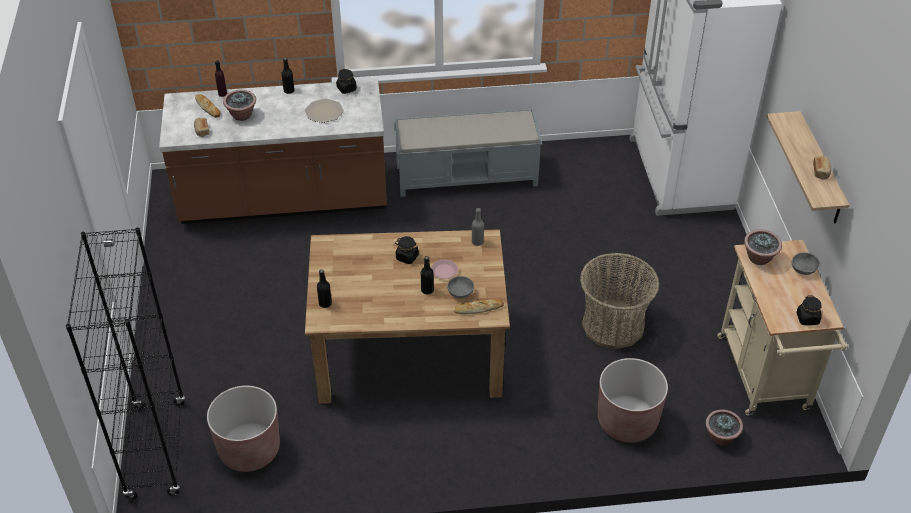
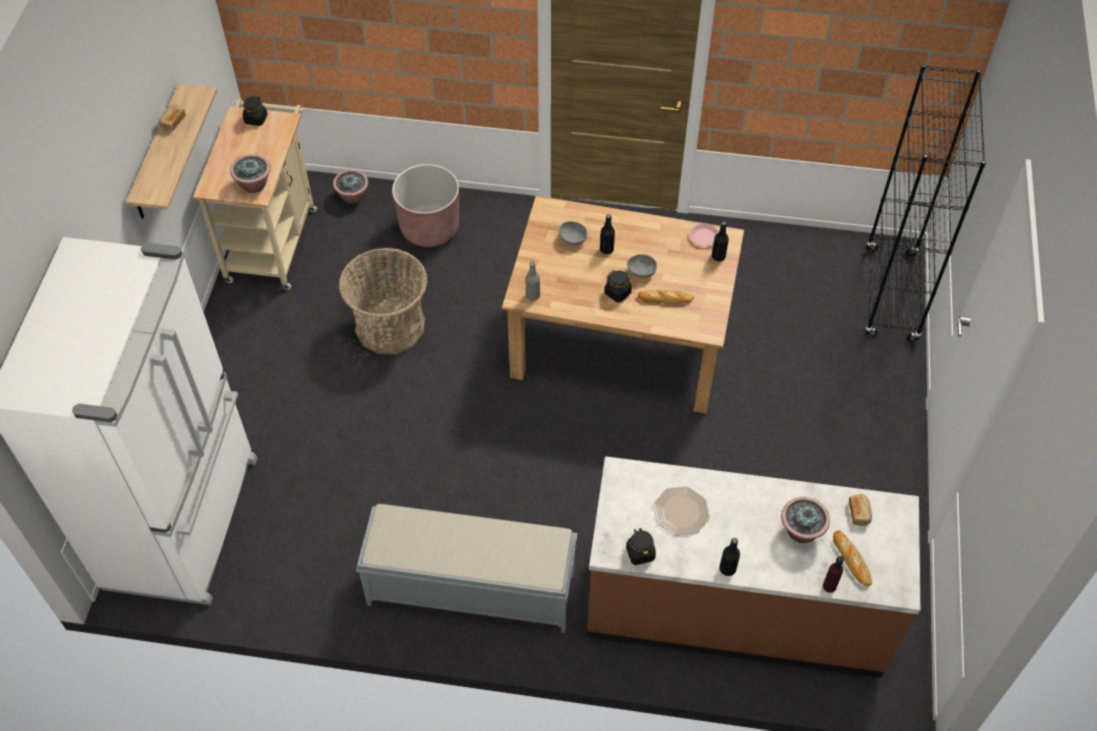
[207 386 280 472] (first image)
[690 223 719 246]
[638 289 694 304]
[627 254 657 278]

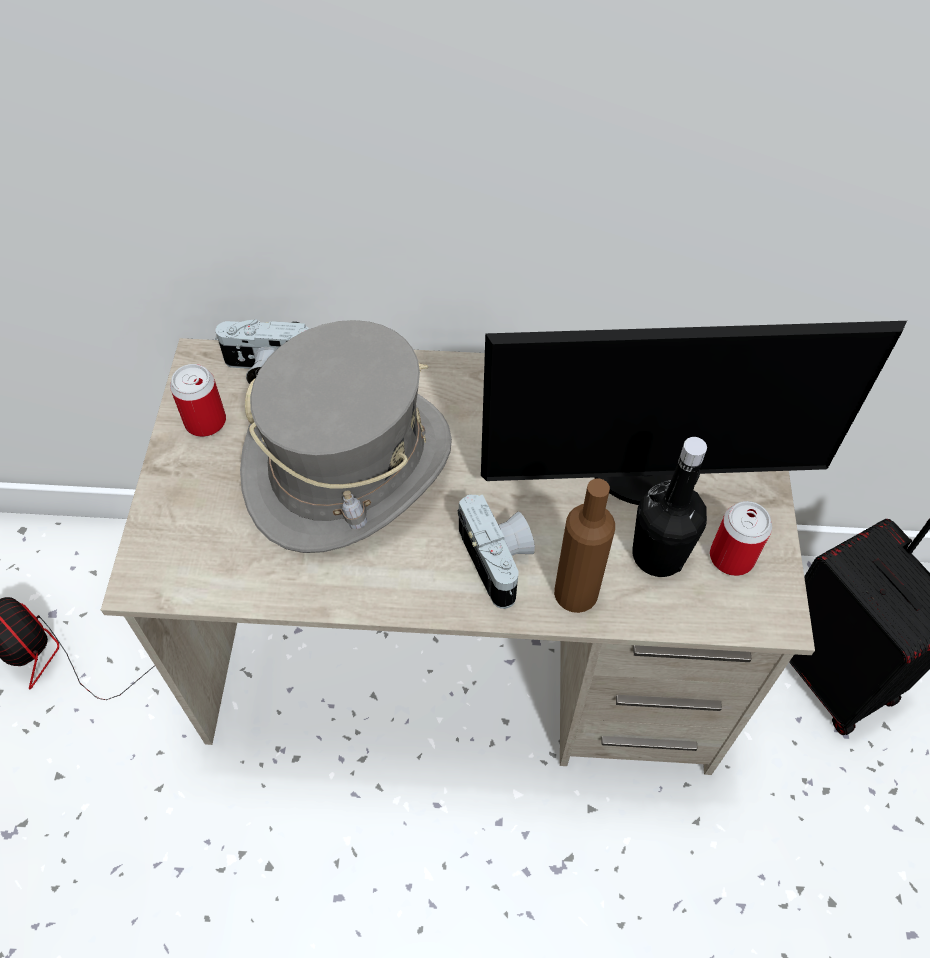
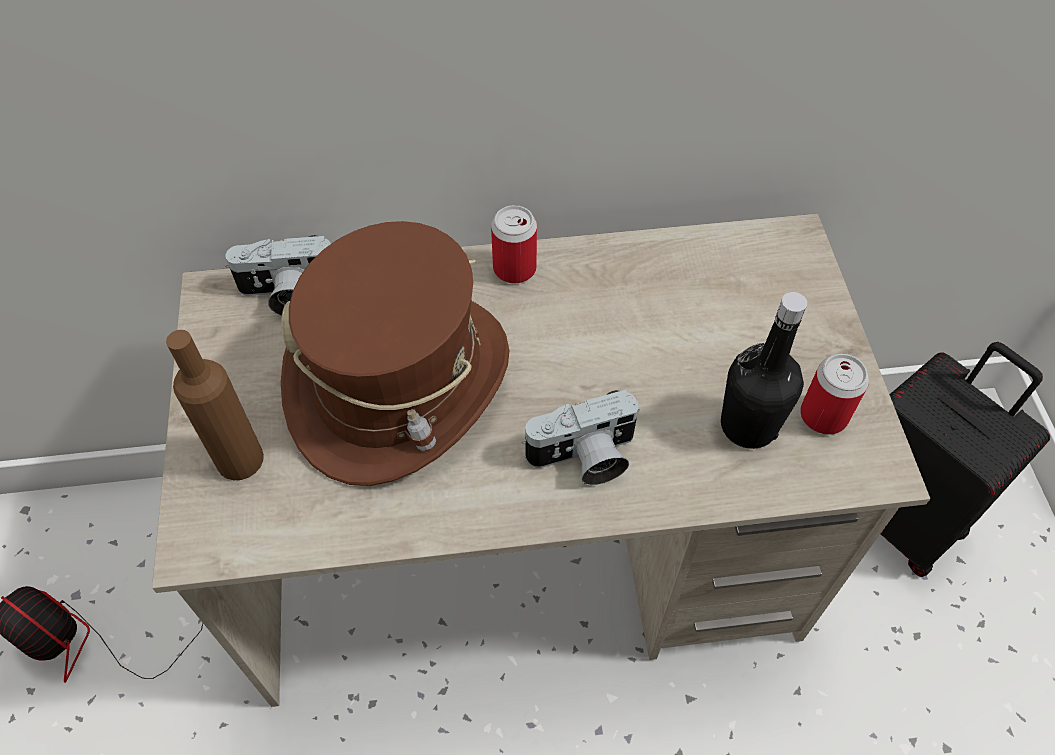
[491 205 537 283]
[281 221 509 486]
[521 389 640 485]
[481 321 907 505] (first image)
[166 330 264 480]

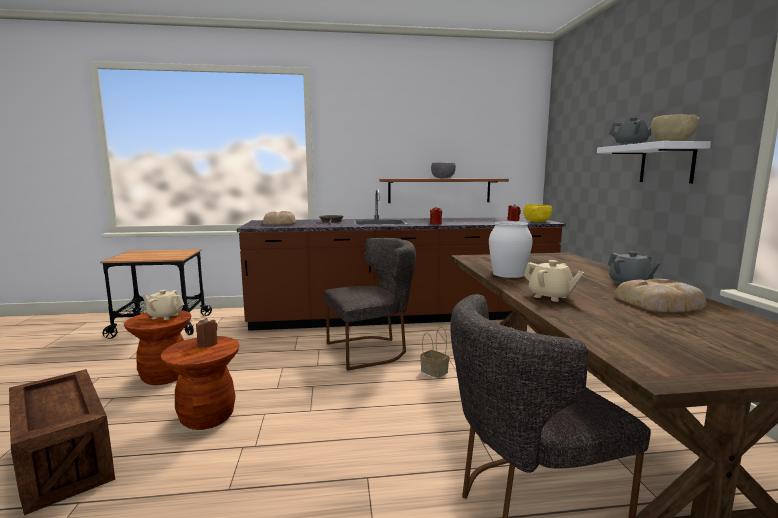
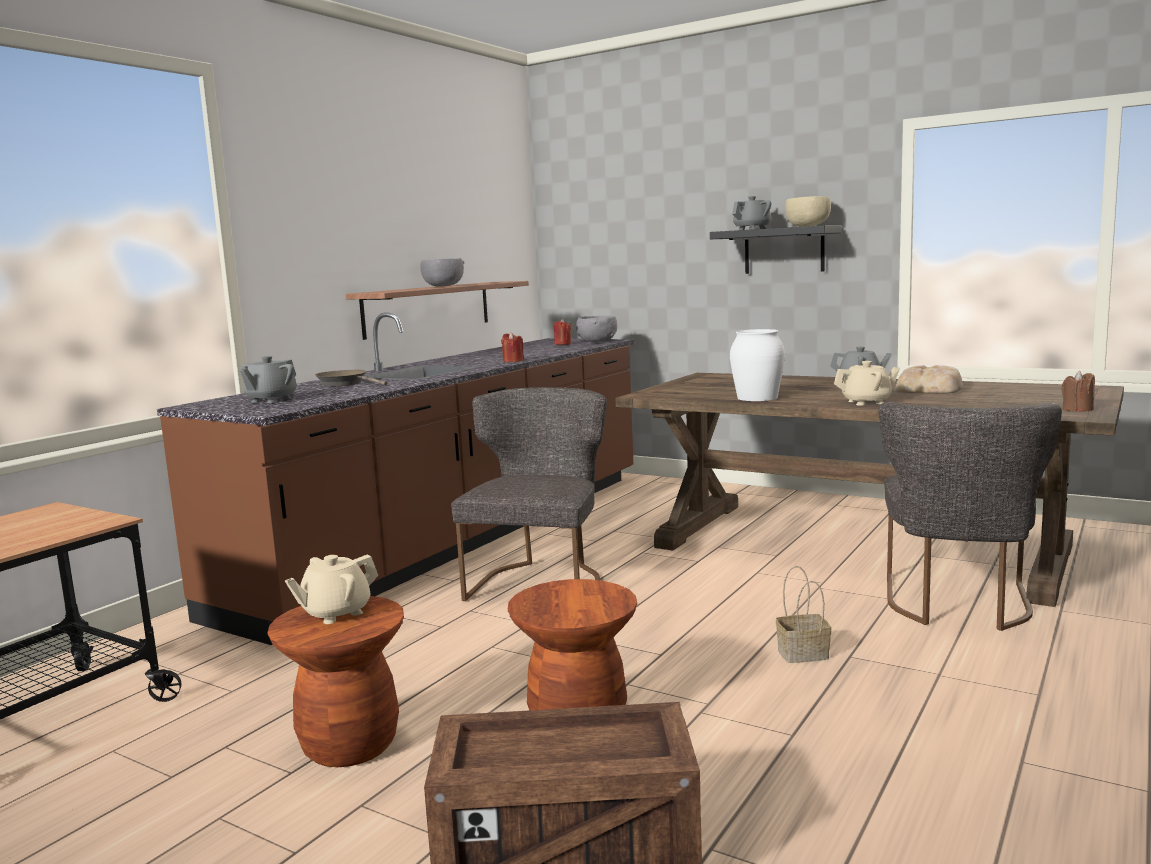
[1061 371 1095 412]
[240 356 297 403]
[776 566 831 663]
[576 316 617 342]
[710 225 841 274]

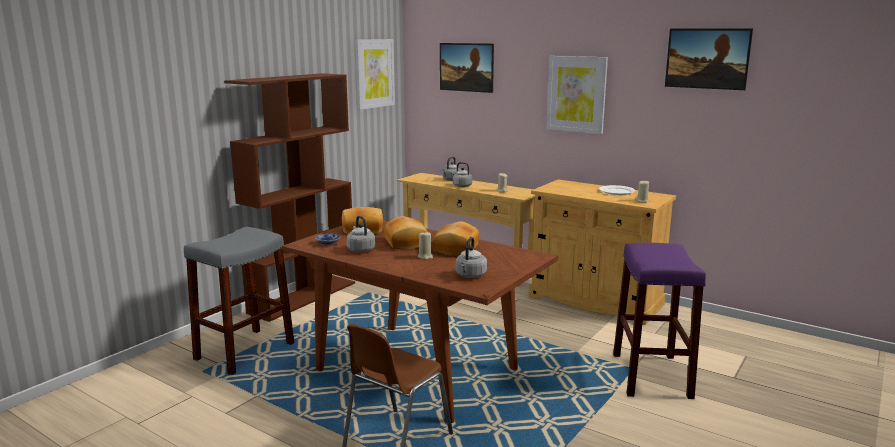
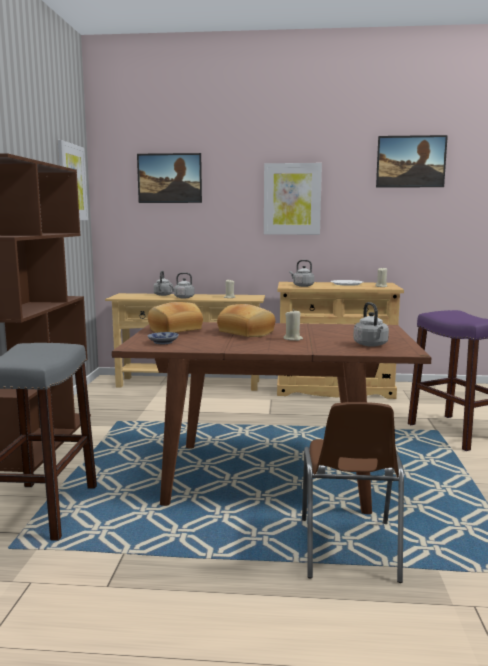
[289 260 314 287]
[432 222 480 256] (first image)

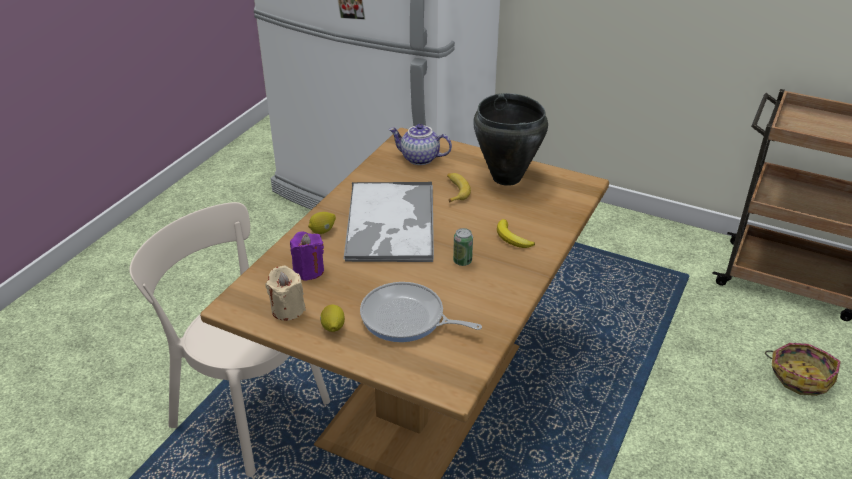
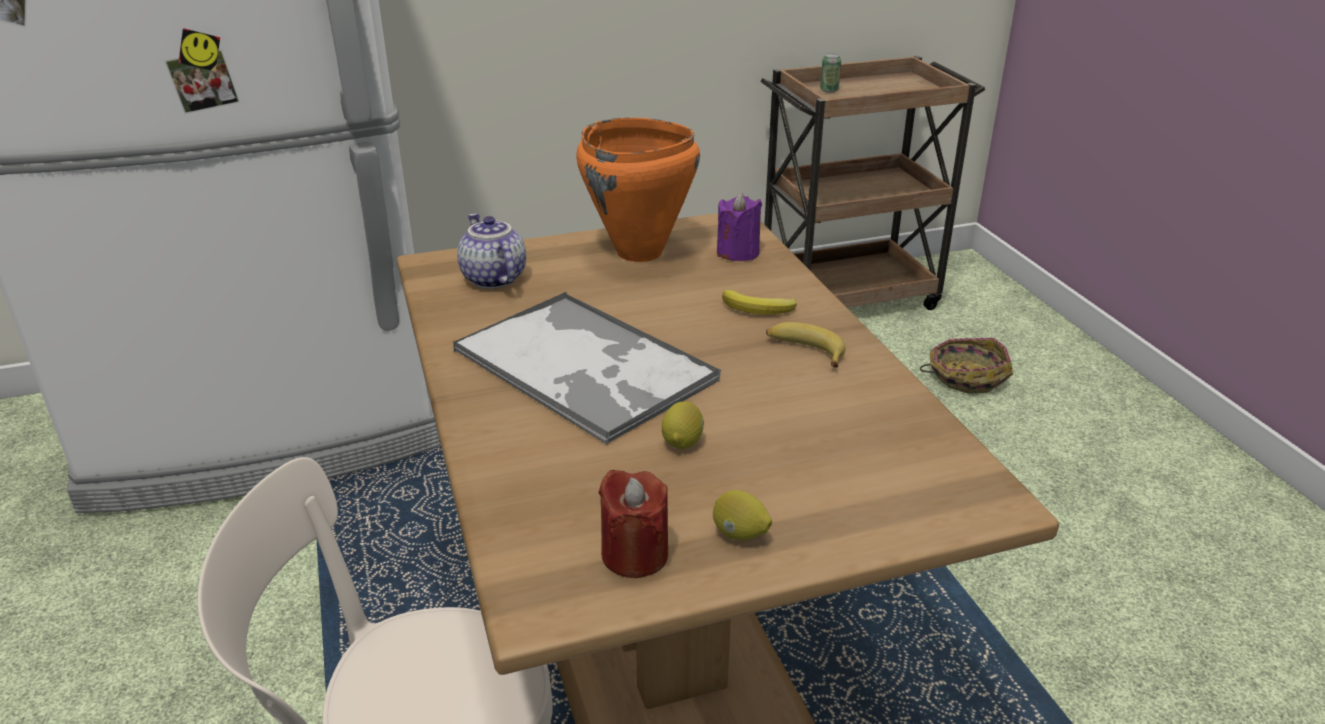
[598 470 668 578]
[717 193 762 261]
[662 401 704 449]
[360 282 482 342] (first image)
[457 213 526 289]
[766 322 846 368]
[820 53 841 93]
[576 118 700 262]

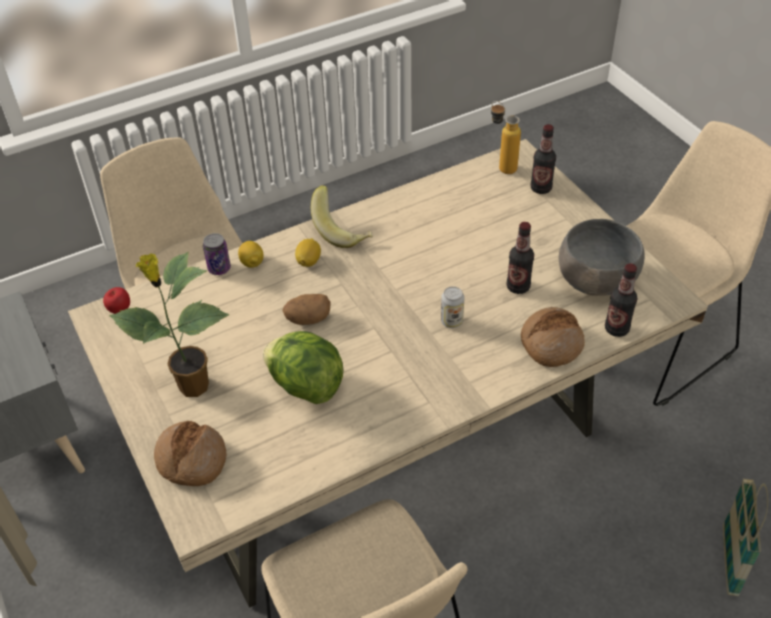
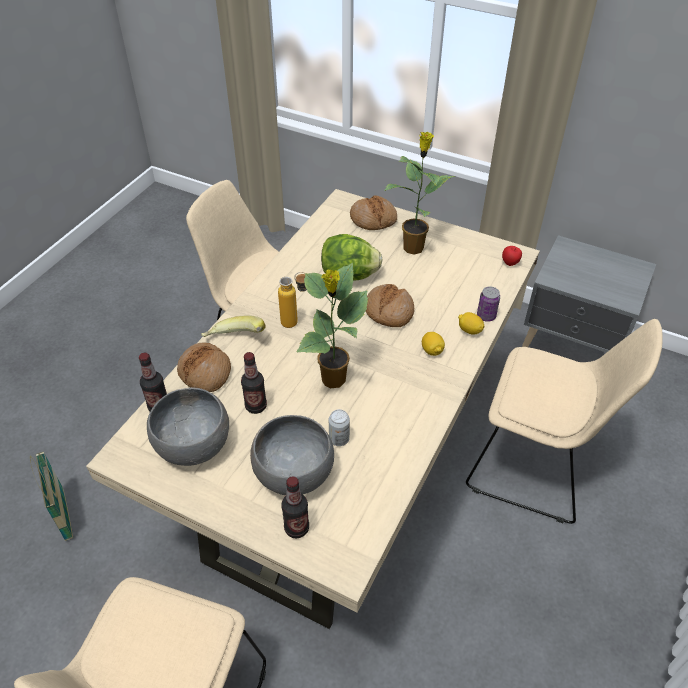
[366 284 414 327]
[201 315 266 337]
[329 409 350 446]
[278 272 307 328]
[250 415 334 495]
[296 263 368 388]

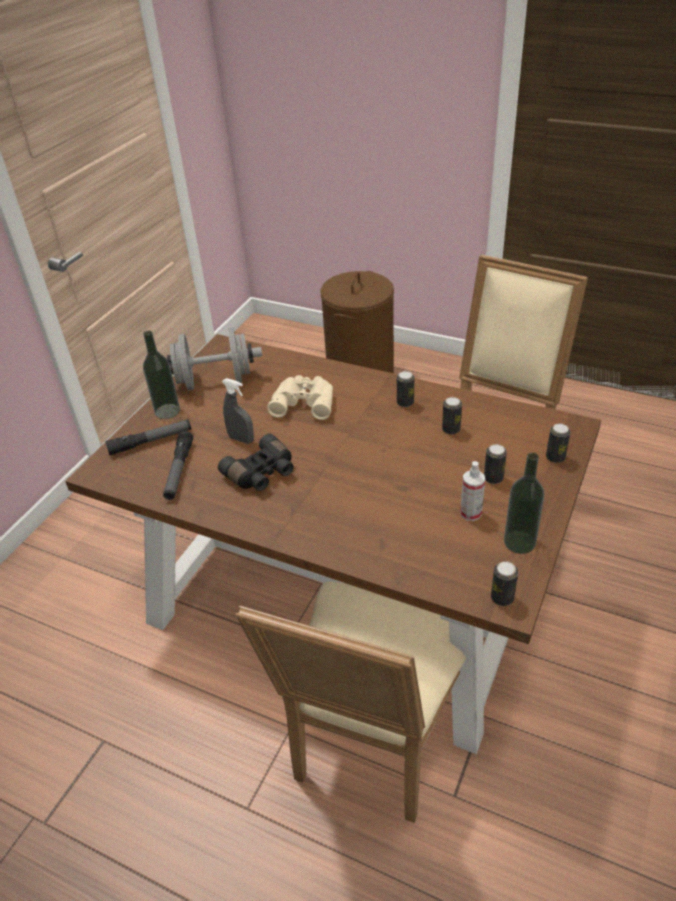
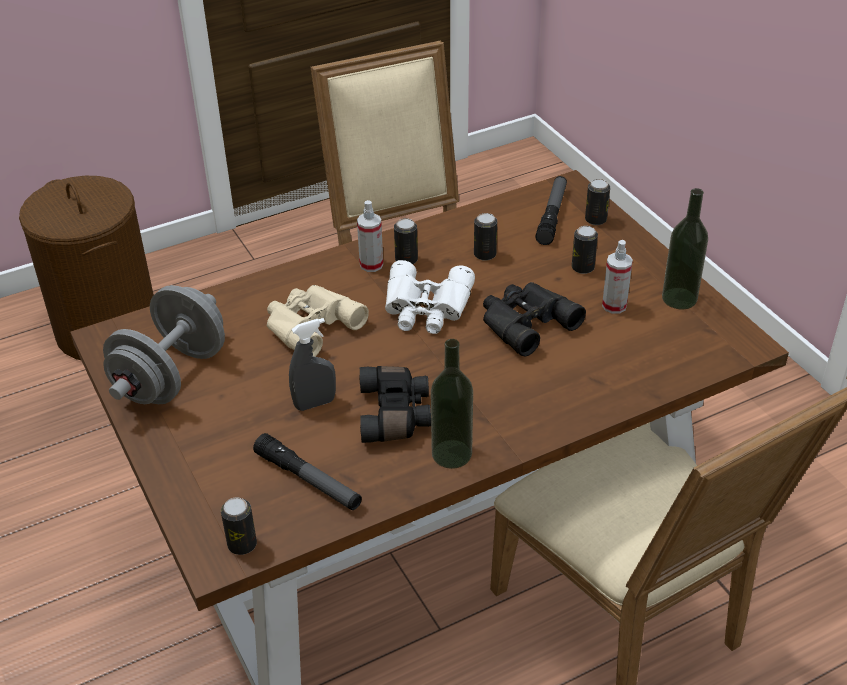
[535 176 567 245]
[431 339 473 469]
[221 497 257 555]
[357 200 383 272]
[385 260 475 334]
[483 282 586 357]

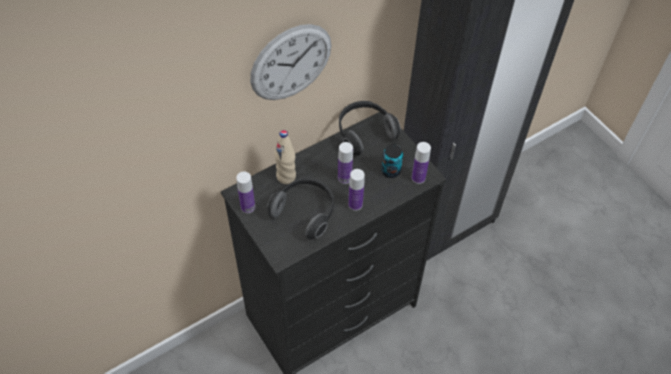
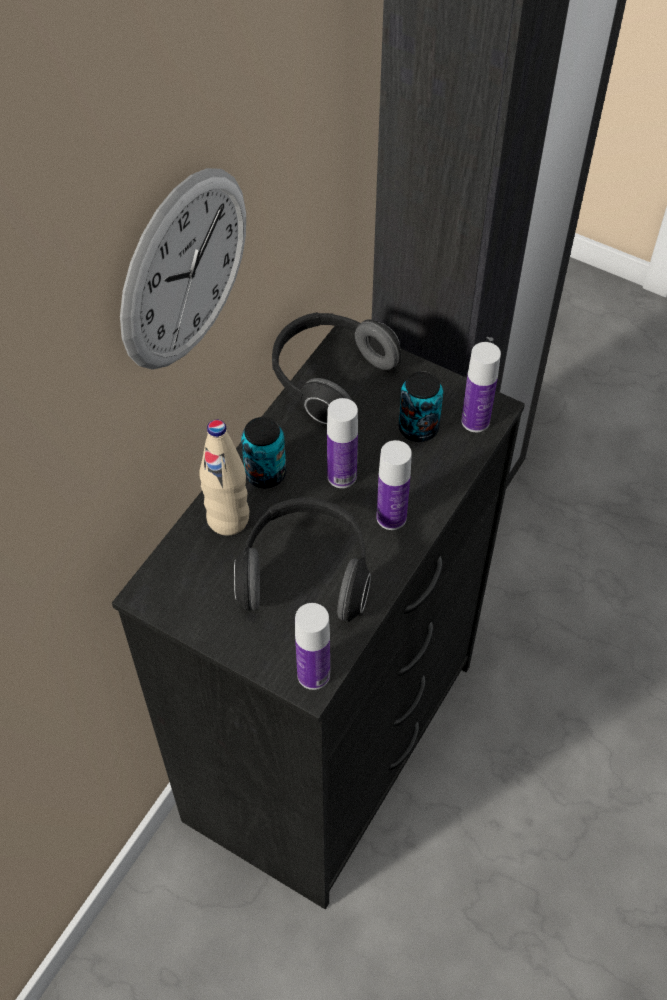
[295 603 330 690]
[241 417 286 488]

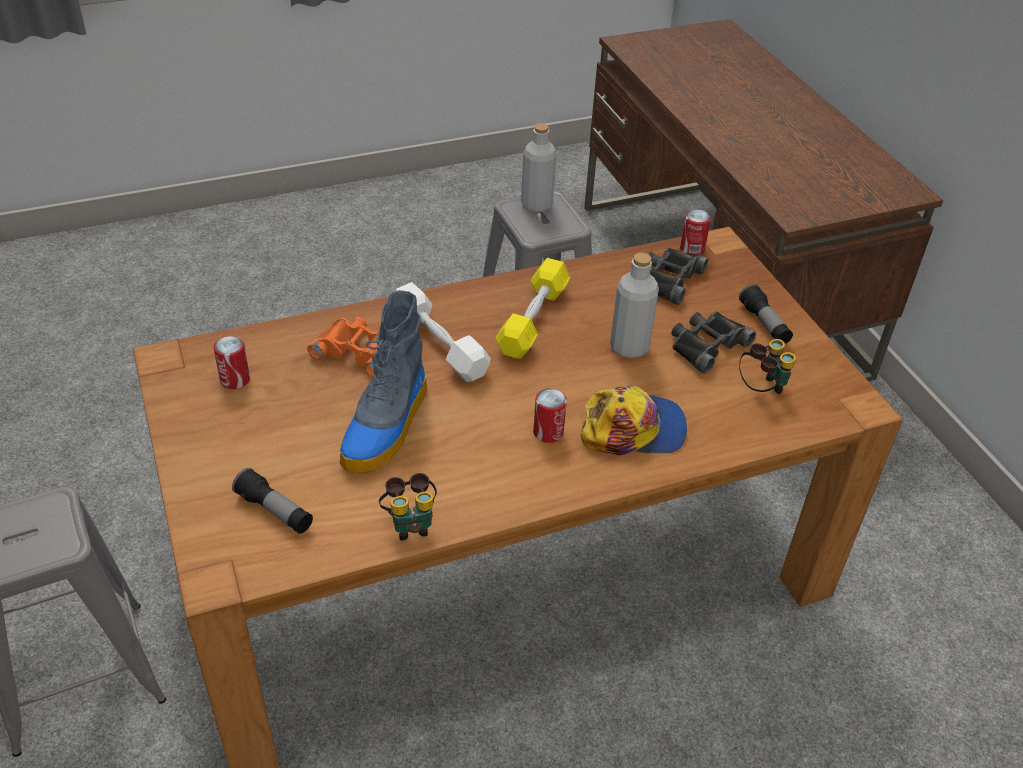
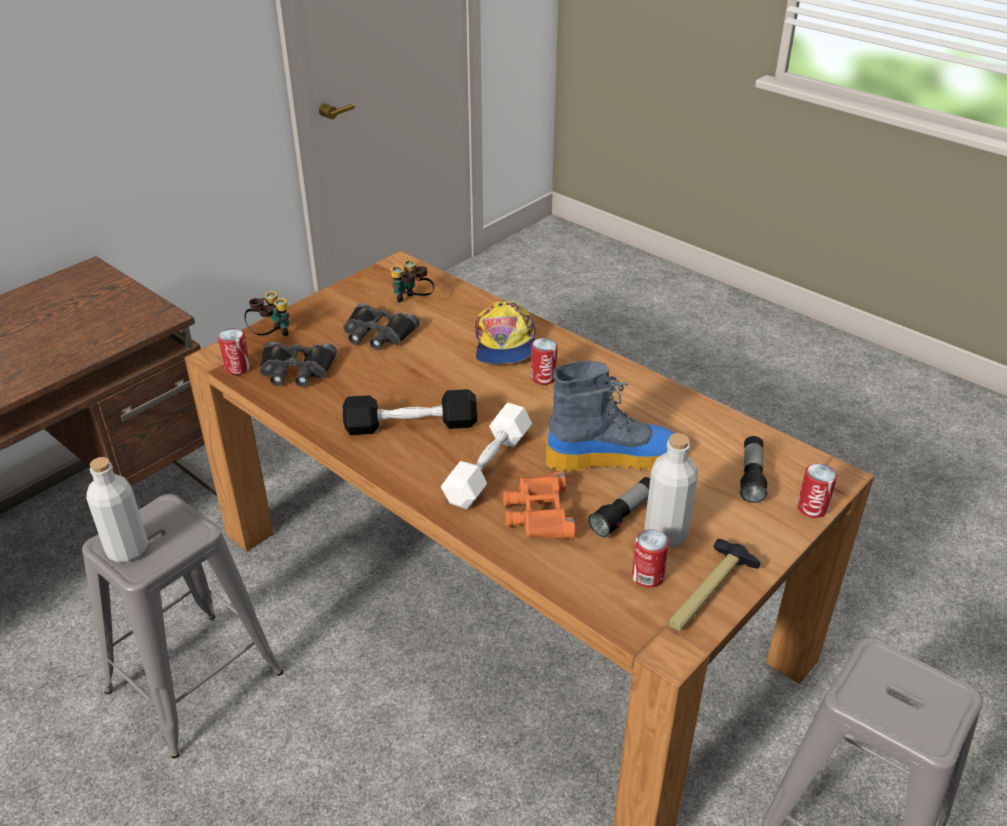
[244 291 289 336]
[342 389 477 435]
[475 302 536 364]
[644 433 698 547]
[588 477 650 538]
[668 539 760 631]
[797 463 837 518]

